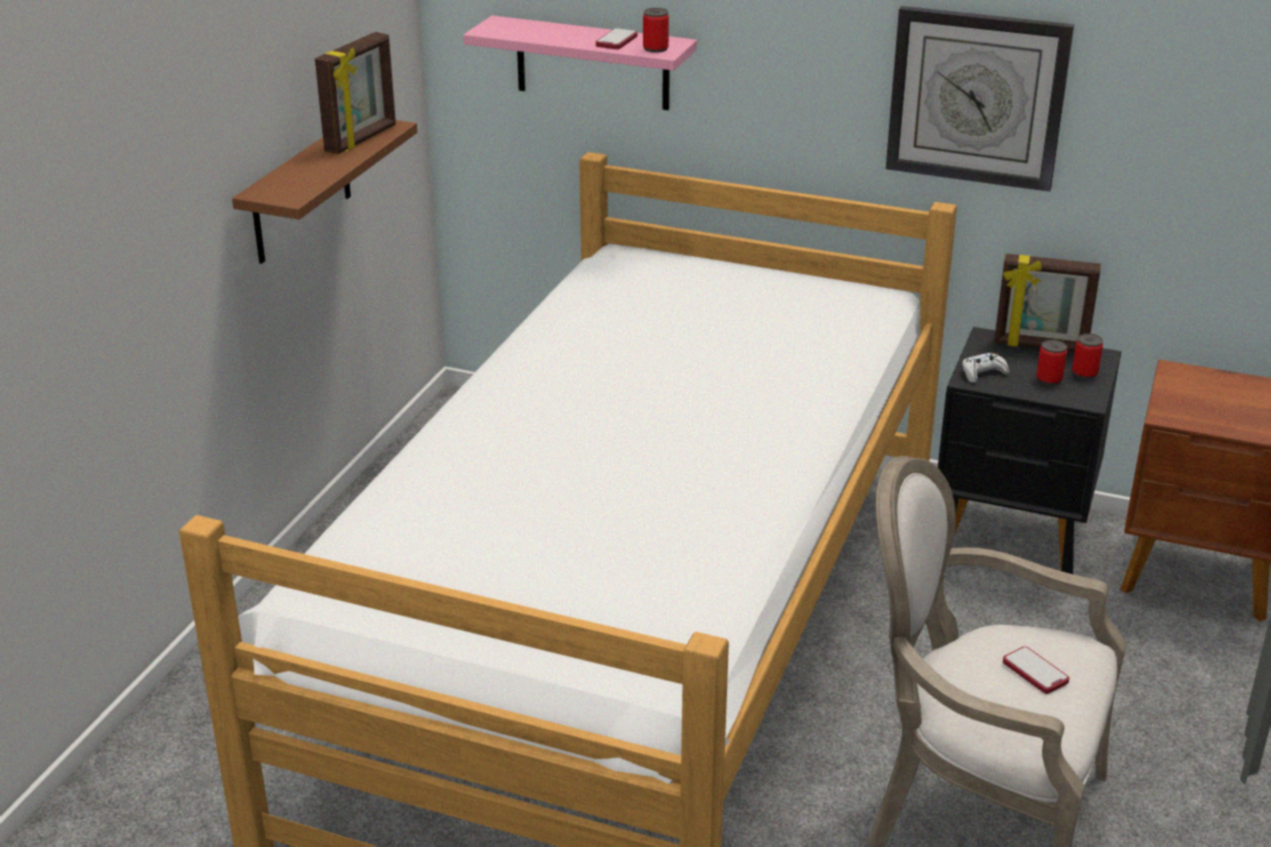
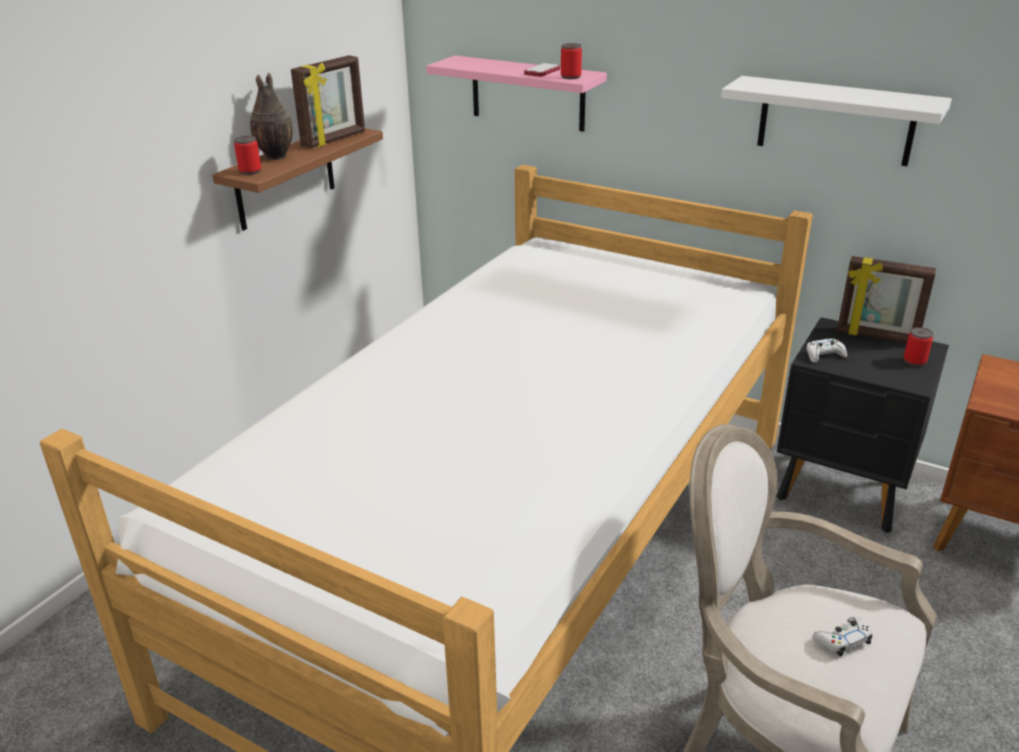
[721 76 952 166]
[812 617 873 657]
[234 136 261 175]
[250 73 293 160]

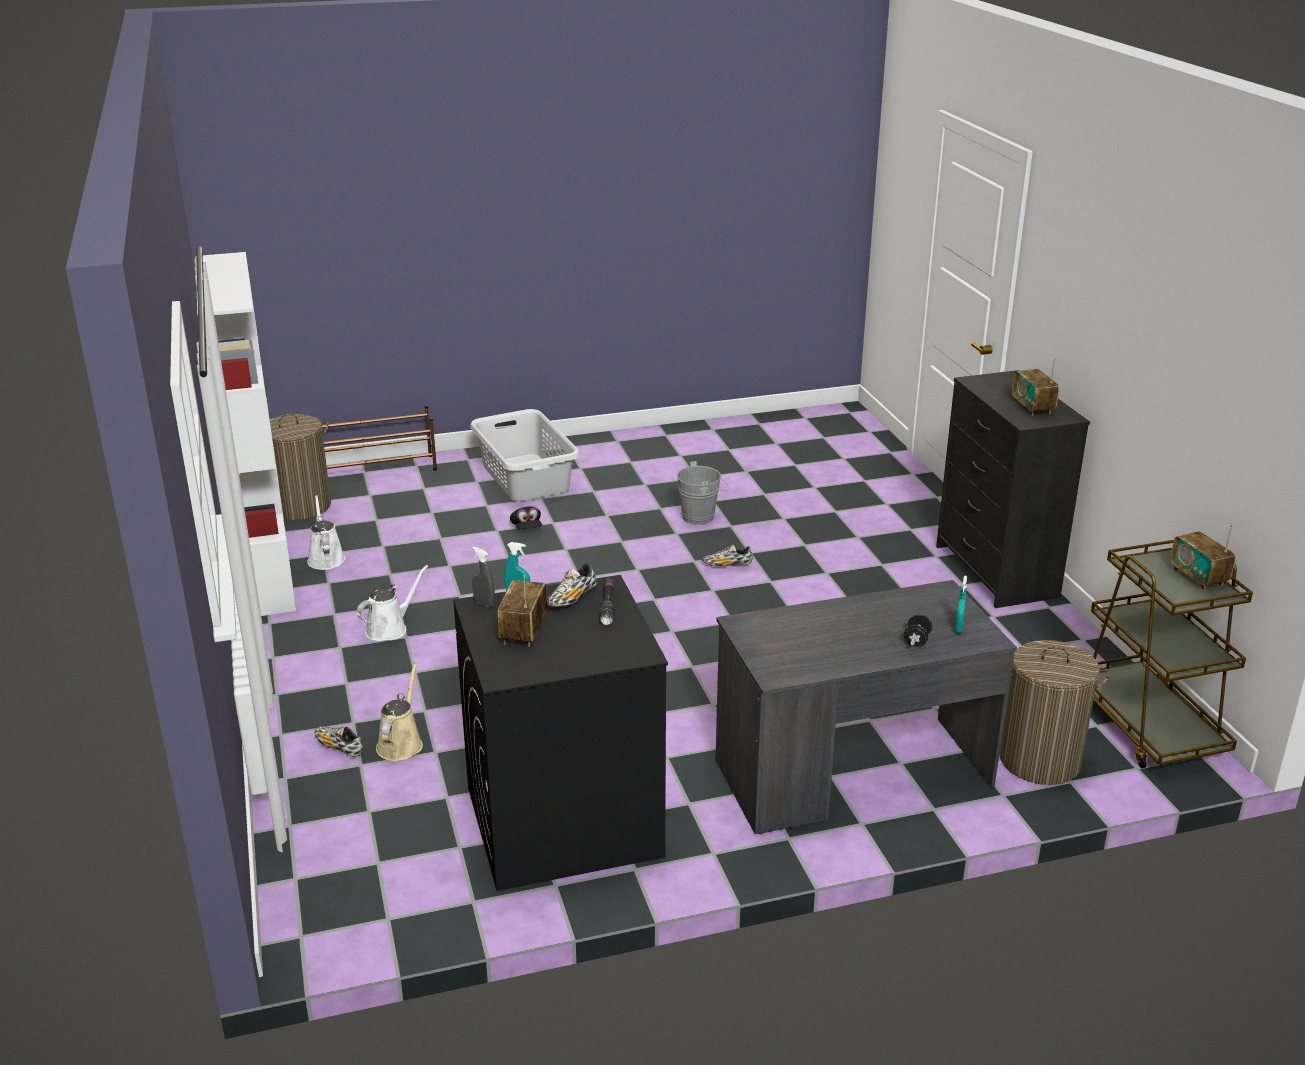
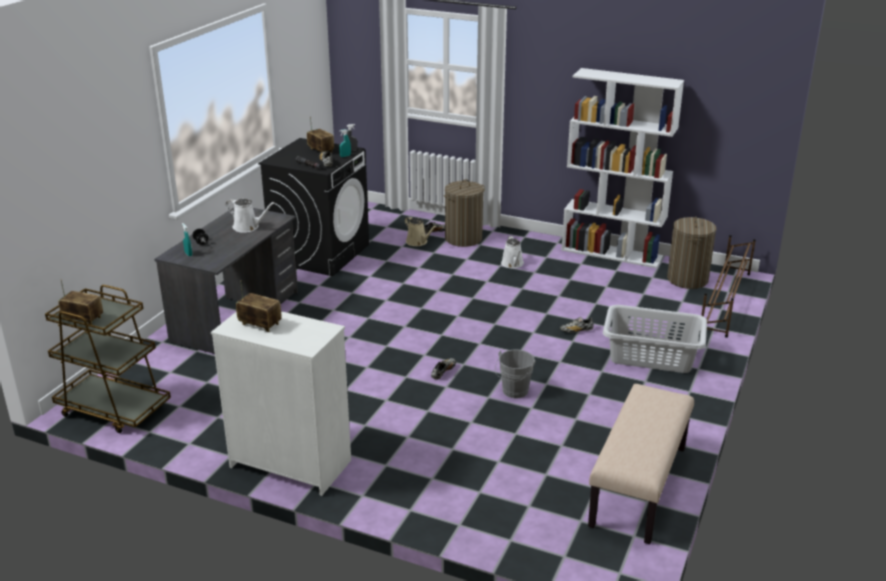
[226 199 275 233]
[560 317 594 333]
[211 311 351 496]
[444 179 485 247]
[588 384 694 544]

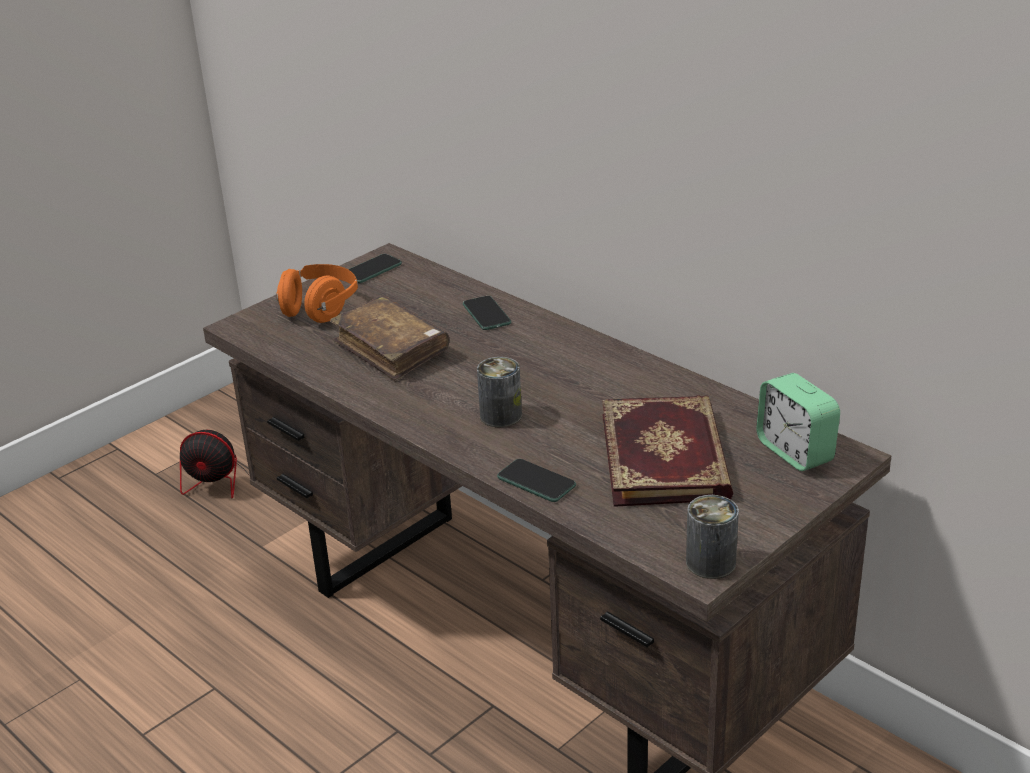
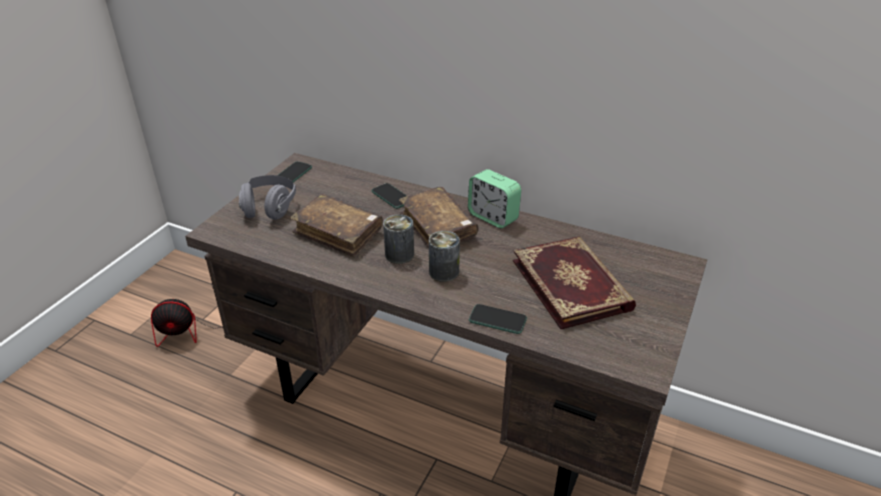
[239 175 296 220]
[383 214 414 264]
[468 169 521 228]
[399 187 479 248]

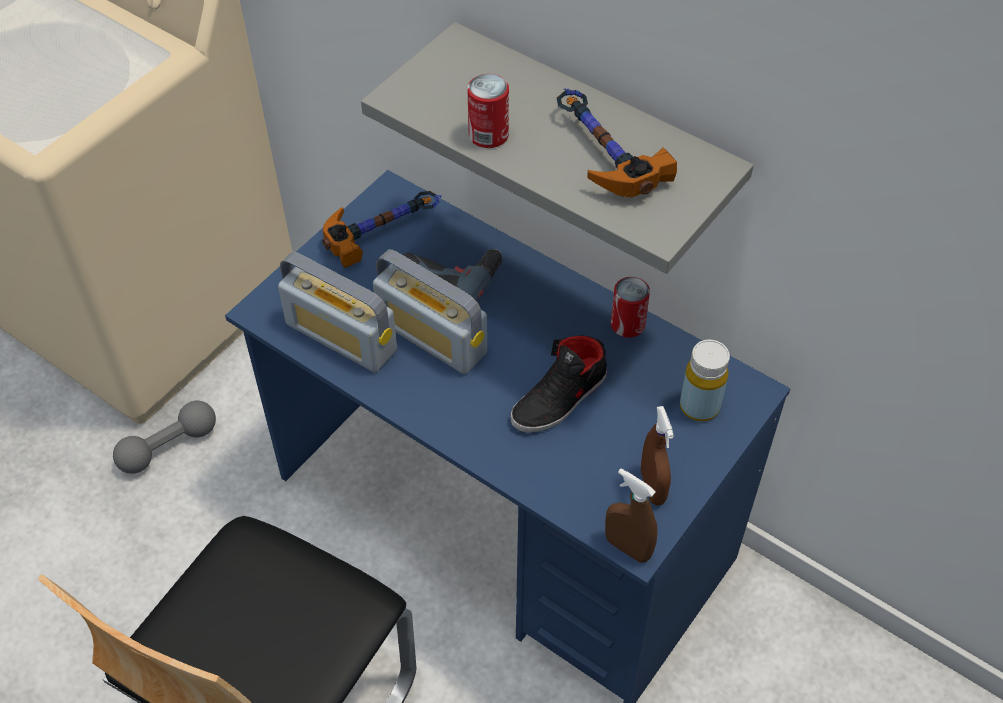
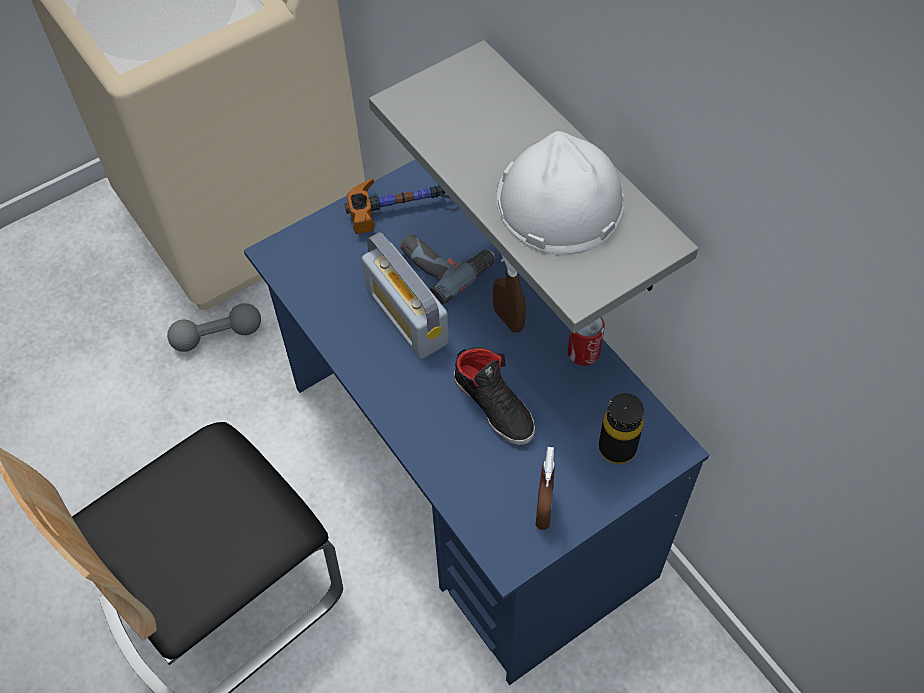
[278 252 397 373] (first image)
[467 74 509 148] (first image)
[454 347 535 445]
[496 131 624 255]
[493 254 526 333]
[599 393 644 464]

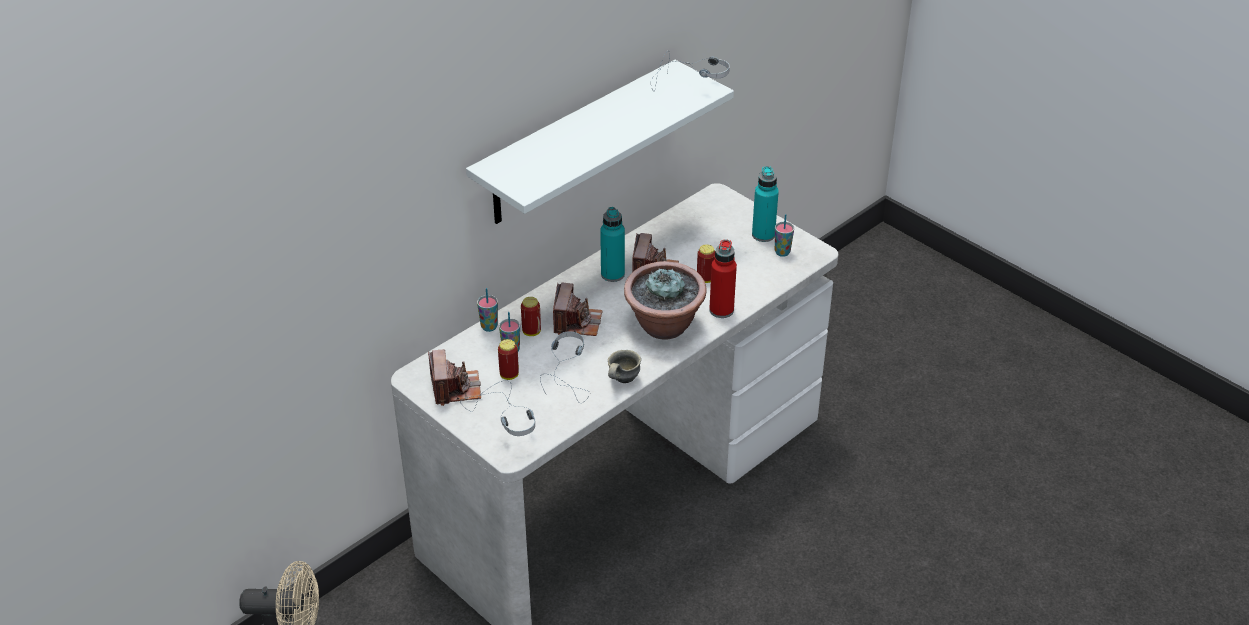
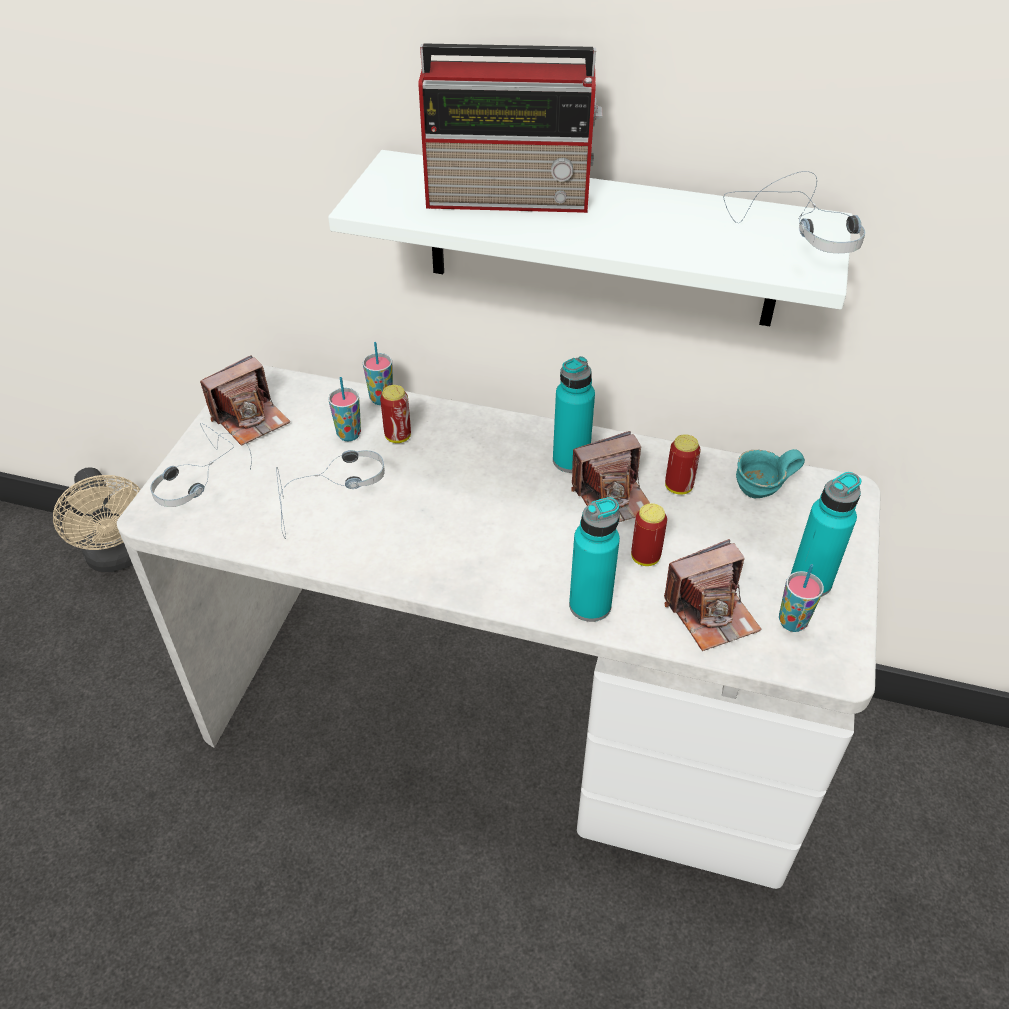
[665 434 701 495]
[664 539 762 651]
[608 350 641 383] (first image)
[624 261 707 339] (first image)
[569 497 620 622]
[418 43 602 213]
[736 449 805 498]

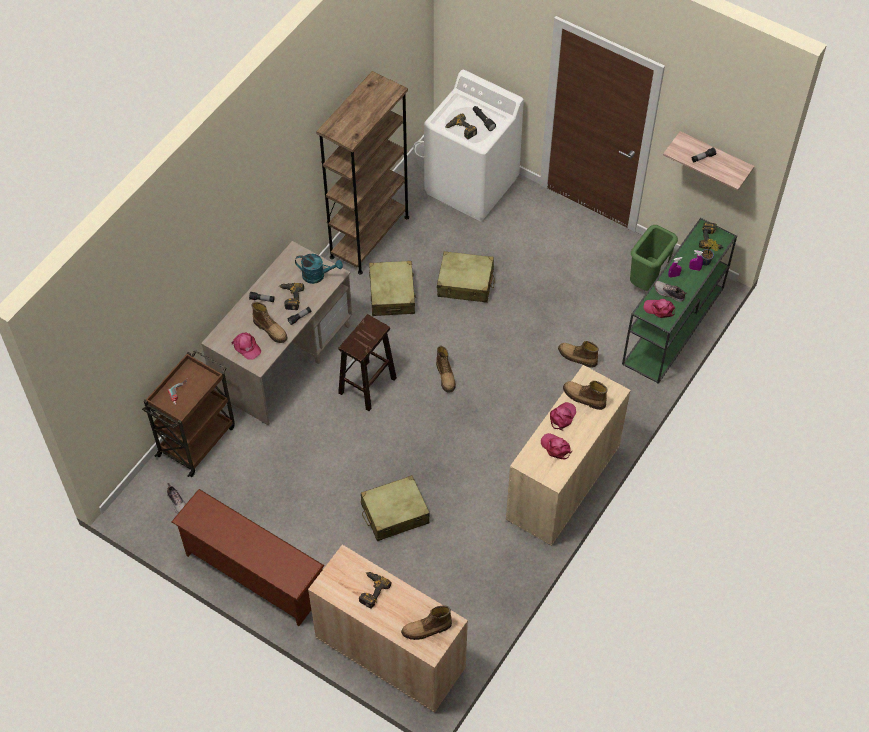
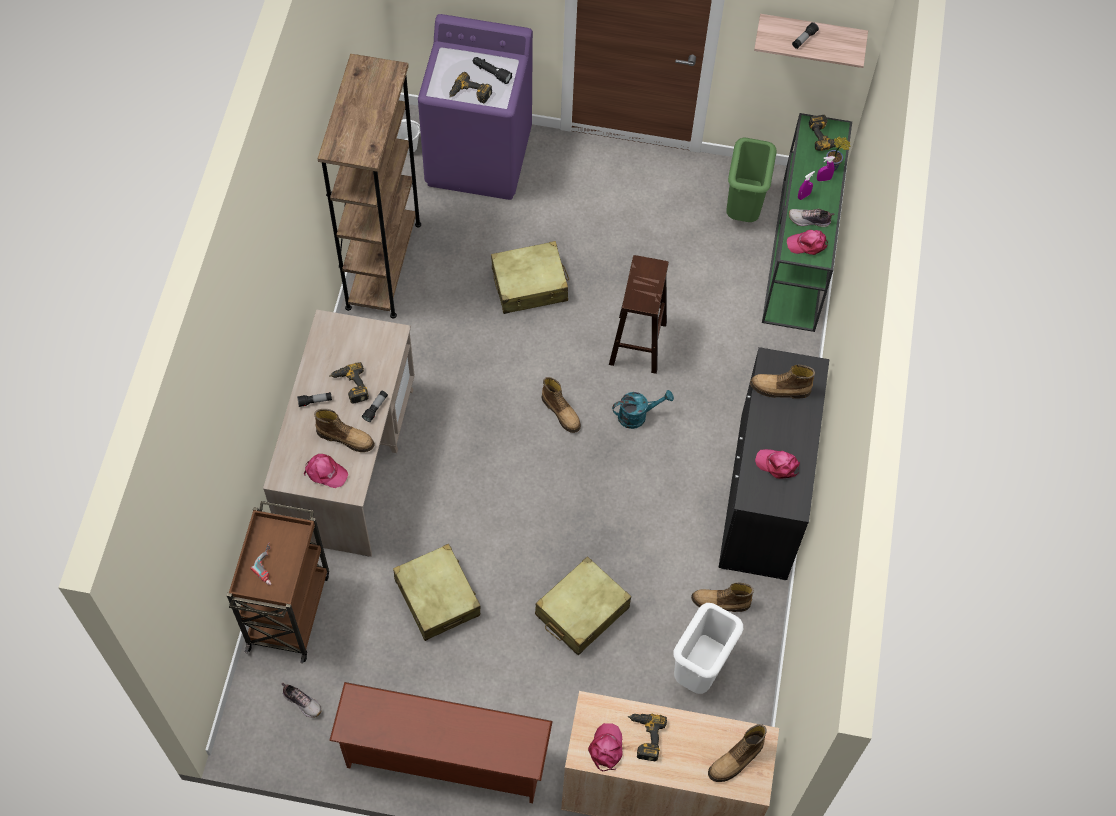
[612 390 674 429]
[609 255 669 374]
[393 544 480 641]
[418 14 533 200]
[718 347 829 580]
[588 723 623 771]
[691 582 754 612]
[673 603 743 694]

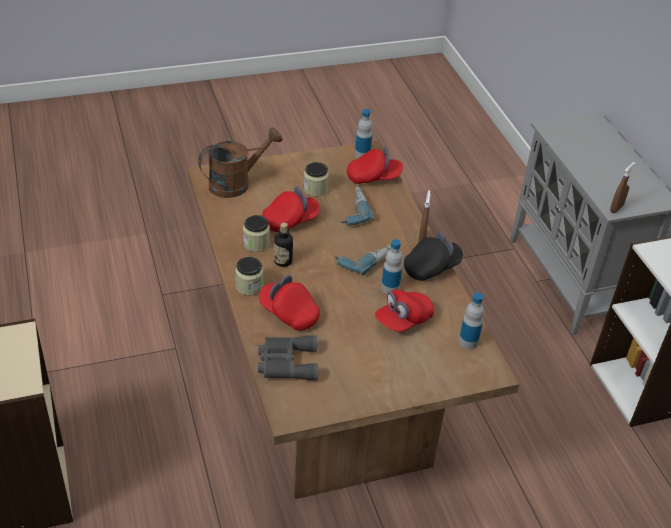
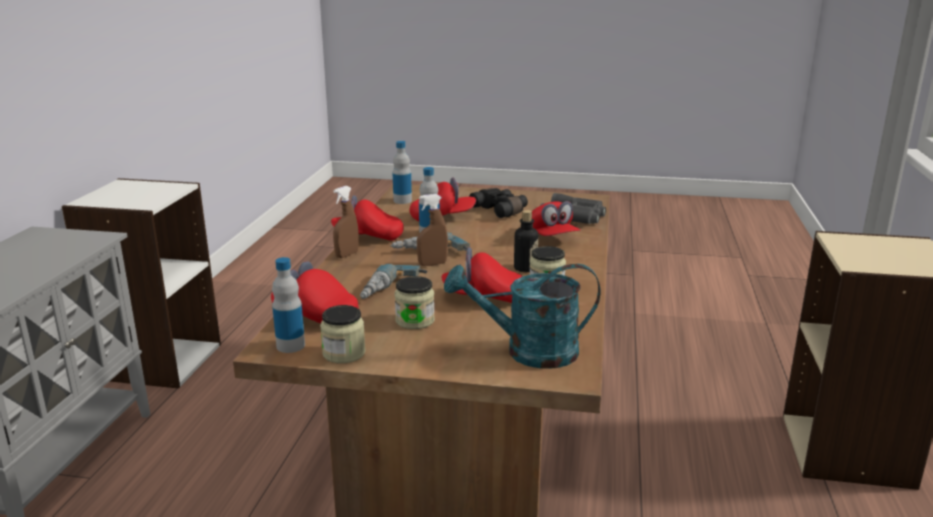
[444 264 600 369]
[320 305 365 363]
[331 195 404 241]
[417 194 448 266]
[469 188 528 218]

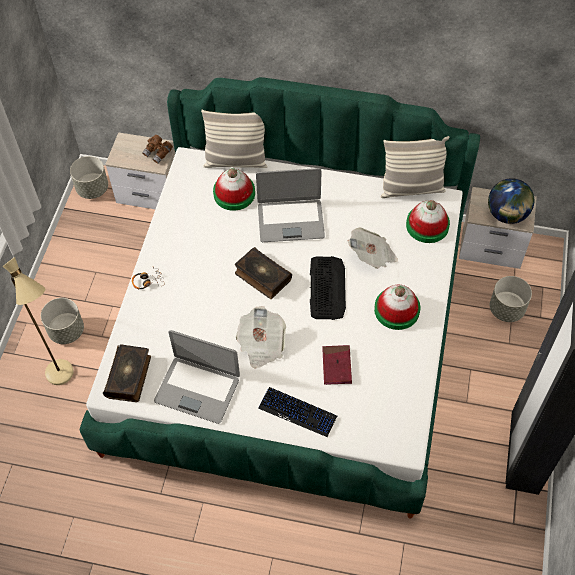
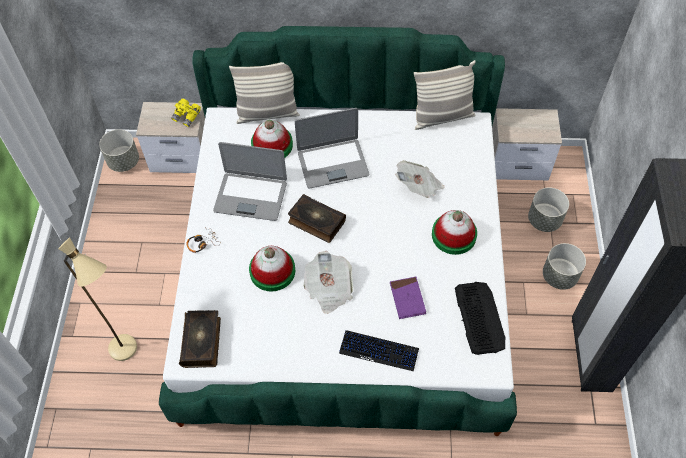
[543 243 586 290]
[171 99 201 127]
[213 142 287 221]
[455 282 505 355]
[390 277 426 319]
[249 246 295 291]
[488 178 534 224] (first image)

